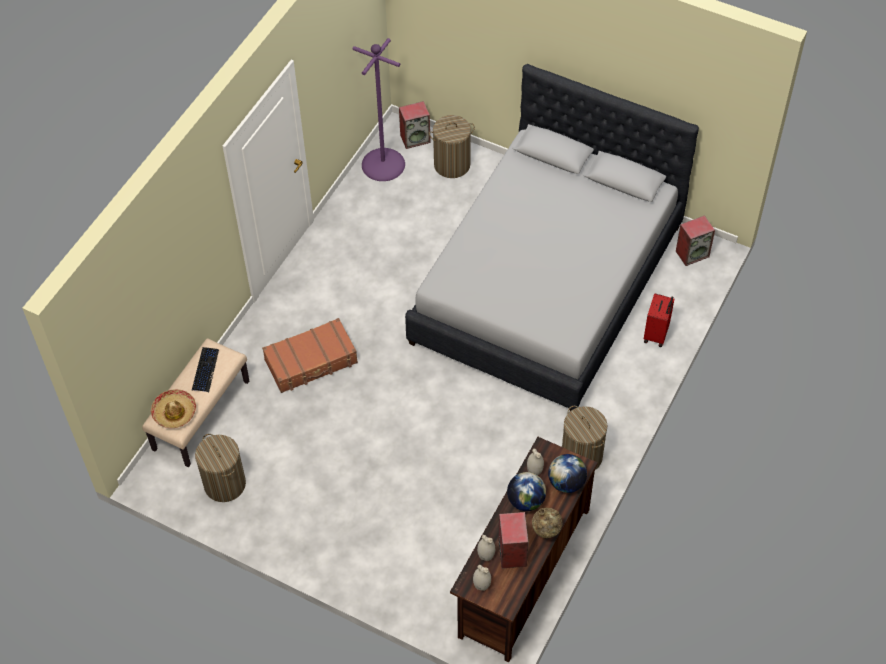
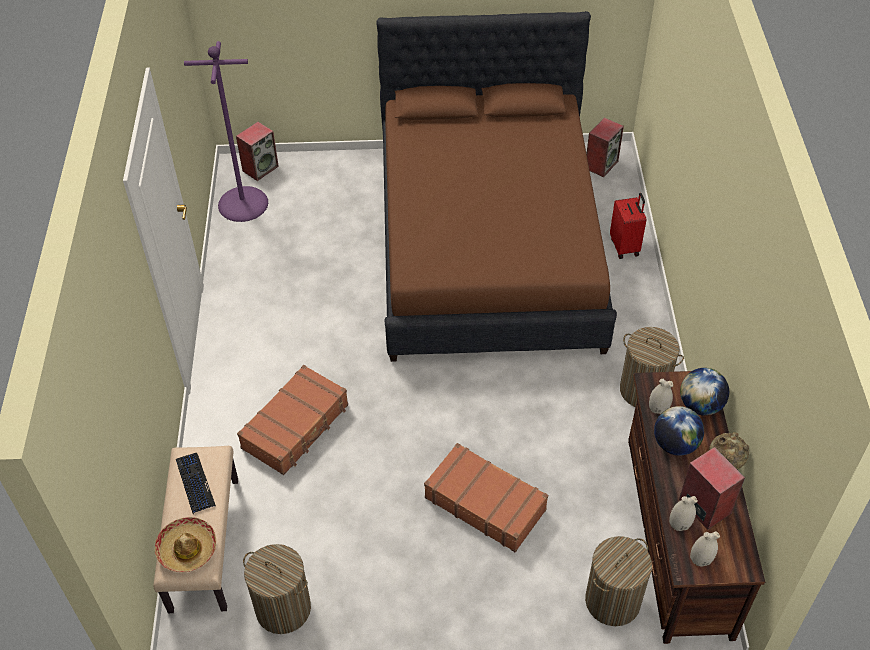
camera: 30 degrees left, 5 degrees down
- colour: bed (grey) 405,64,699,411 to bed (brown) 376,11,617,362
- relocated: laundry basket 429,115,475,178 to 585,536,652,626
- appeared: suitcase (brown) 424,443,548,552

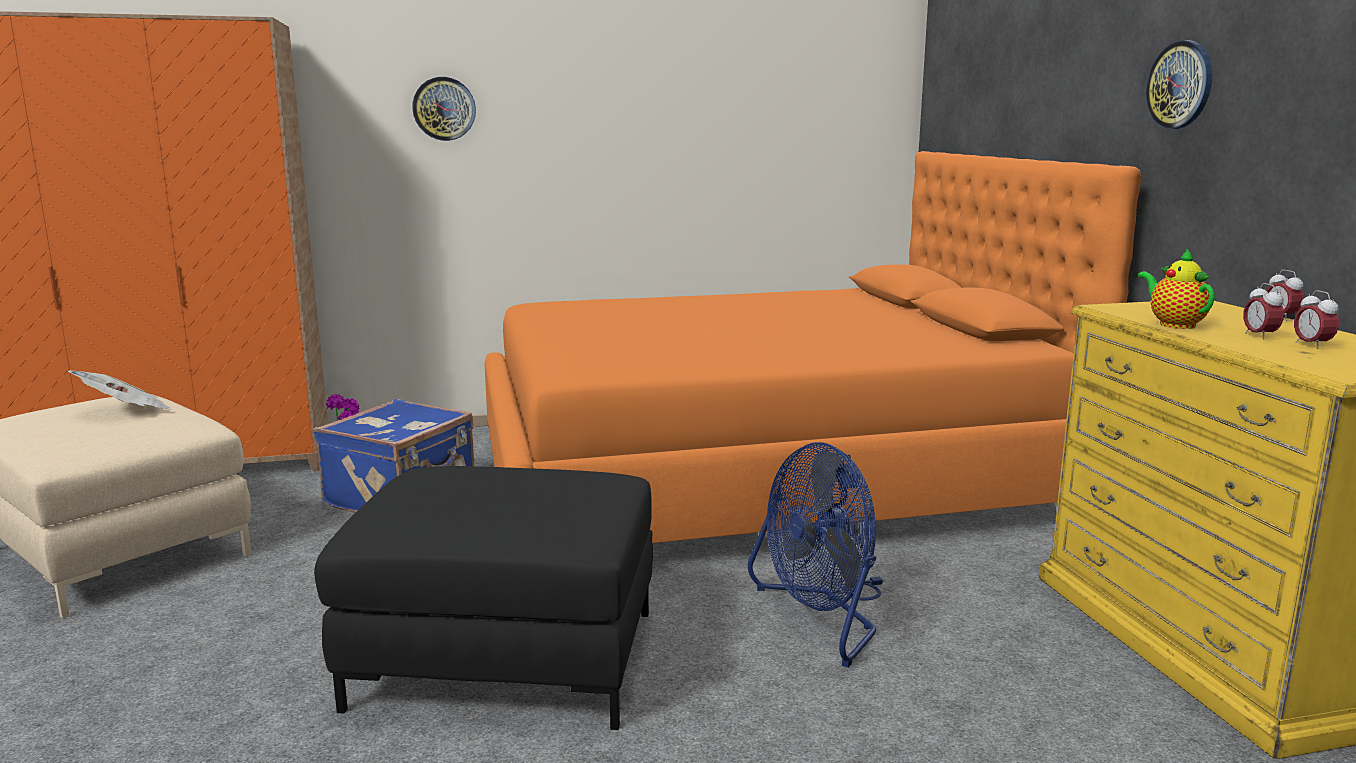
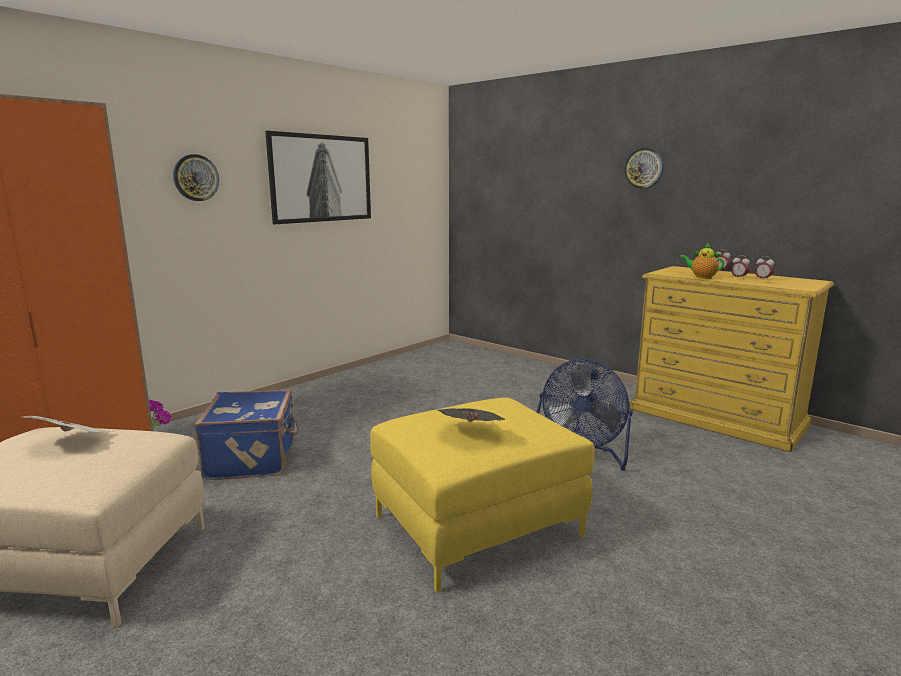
camera: 35 degrees left, 0 degrees up
- colour: ottoman (black) 314,466,653,730 to ottoman (yellow) 370,398,595,593
- missing: bed (orange) 484,151,1141,543
- appeared: picture 265,131,371,224
- appeared: newspaper 435,408,505,422

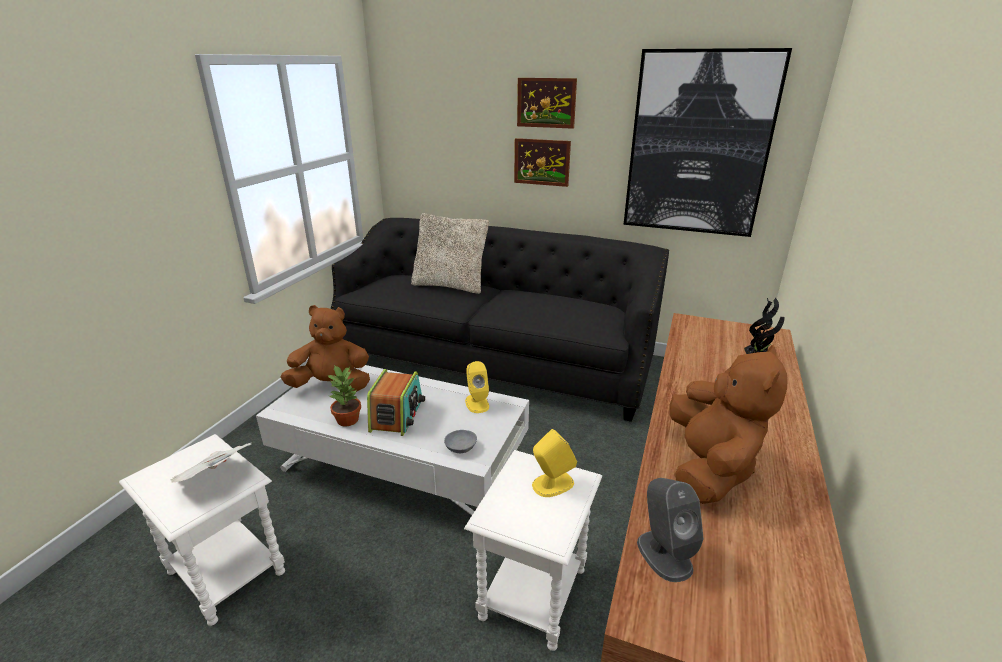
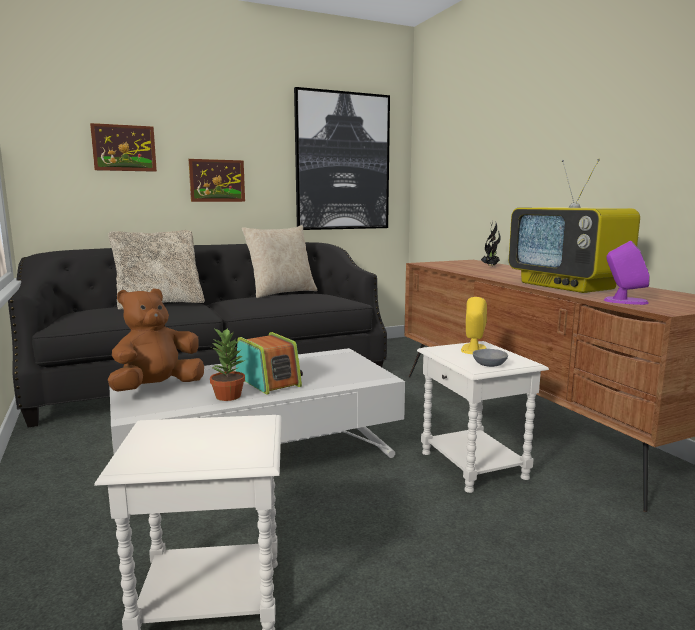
camera: 45 degrees left, 15 degrees down
- missing: newspaper 171,443,251,482
- relocated: bowl (grey) 444,430,477,453 to 473,349,508,367
- missing: speaker (yellow) 465,361,489,413
- relocated: picture 517,78,577,129 to 90,123,157,172
- colour: speaker (grey) 637,478,704,582 to speaker (purple) 604,241,650,305
- exchanged: plush toy (brown) 670,345,787,504 to television 509,159,640,293
- appeared: pillow (beige) 242,225,318,298

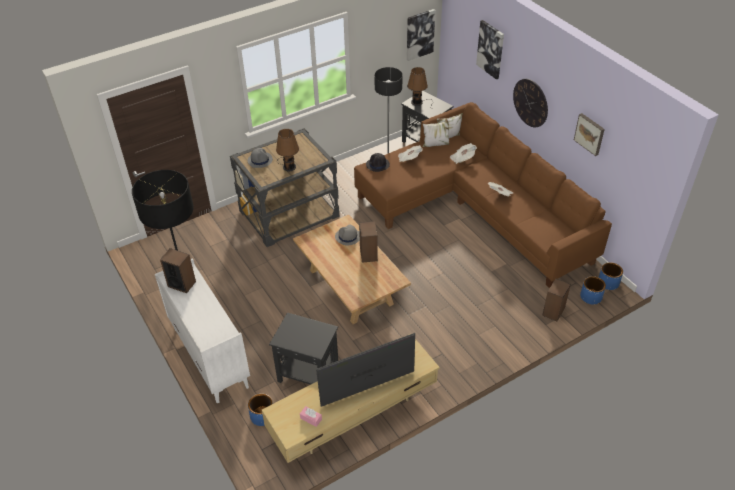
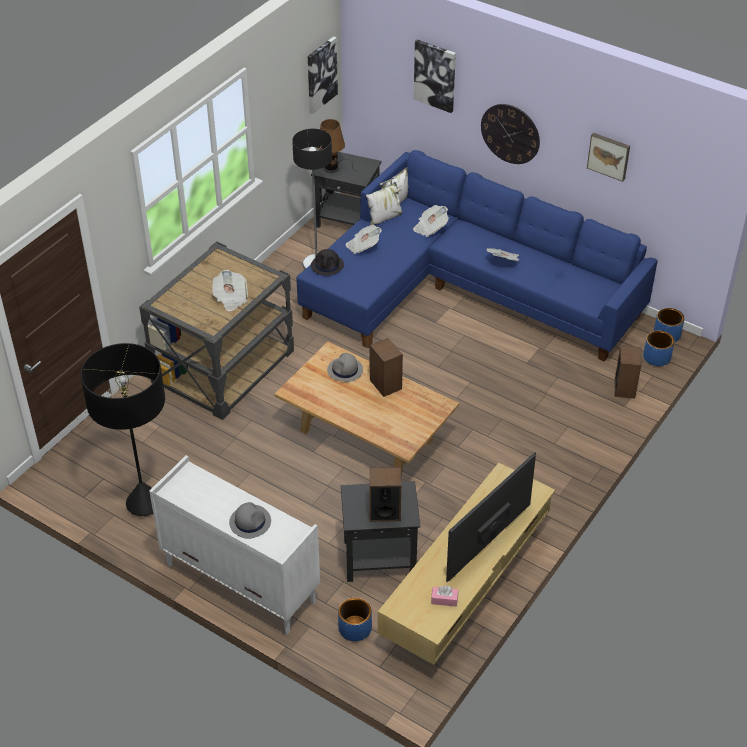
camera: 25 degrees left, 0 degrees up
- relocated: speaker 160,248,196,293 to 369,467,401,521
- relocated: hat (grey) 248,148,273,168 to 229,502,271,539
- exchanged: table lamp (brown) 276,129,299,171 to newspaper 212,270,248,312
- colour: sofa (brown) 354,102,612,288 to sofa (blue) 297,150,658,362

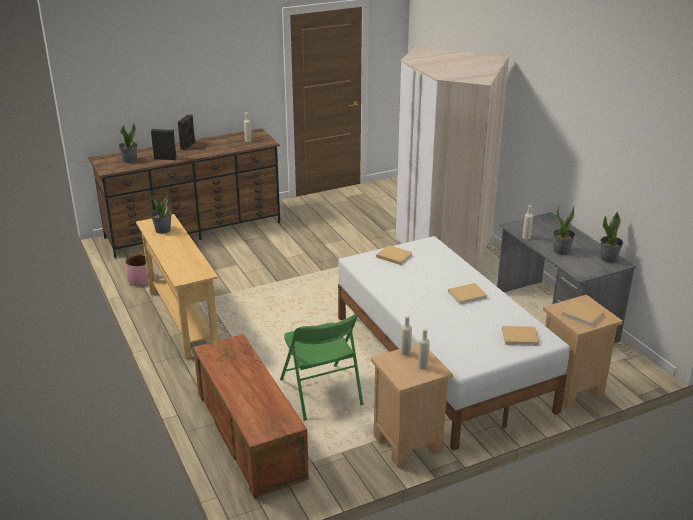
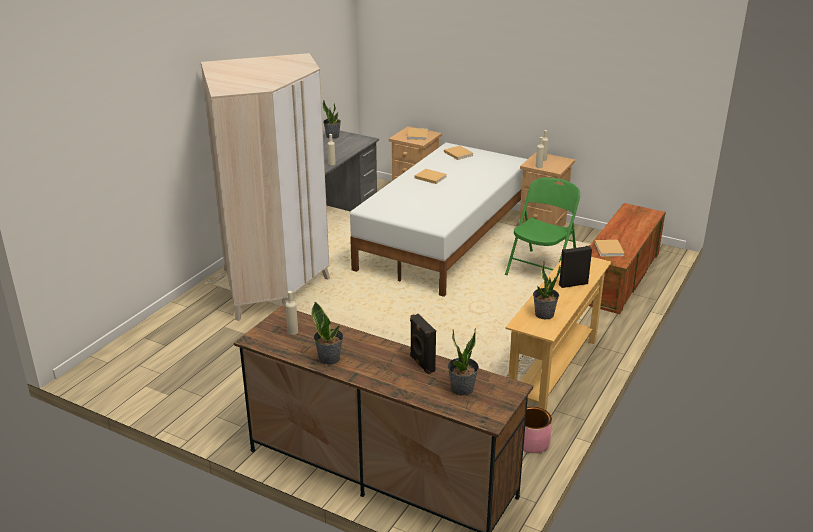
camera: 125 degrees left, 0 degrees up
- relocated: speaker (black) 178,115,195,150 to 559,246,592,288
- relocated: book (beige) 376,245,413,265 to 595,240,625,257
- relocated: potted plant 553,206,575,255 to 312,302,343,365

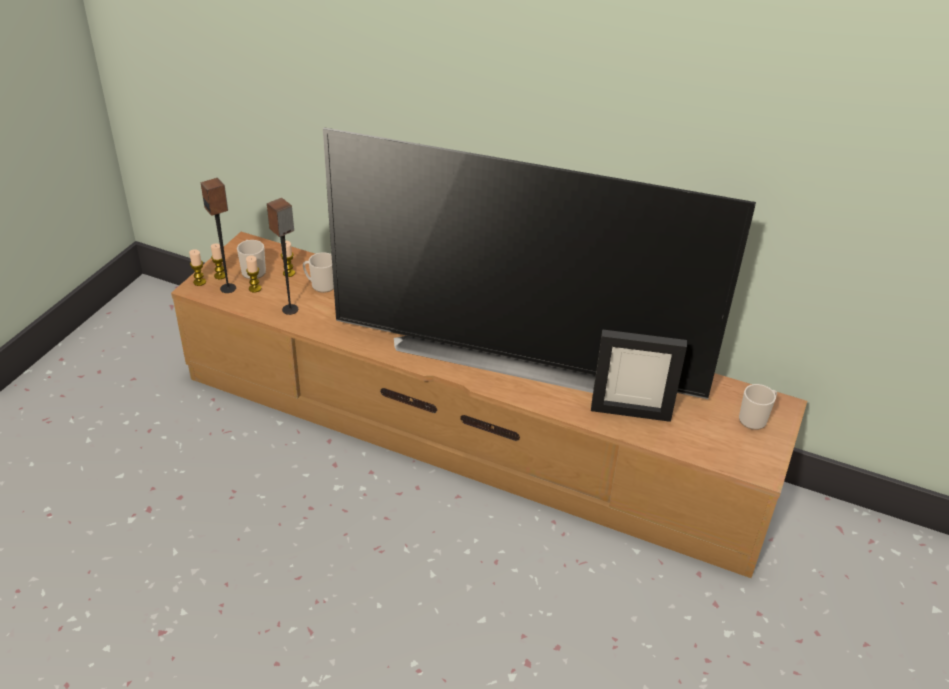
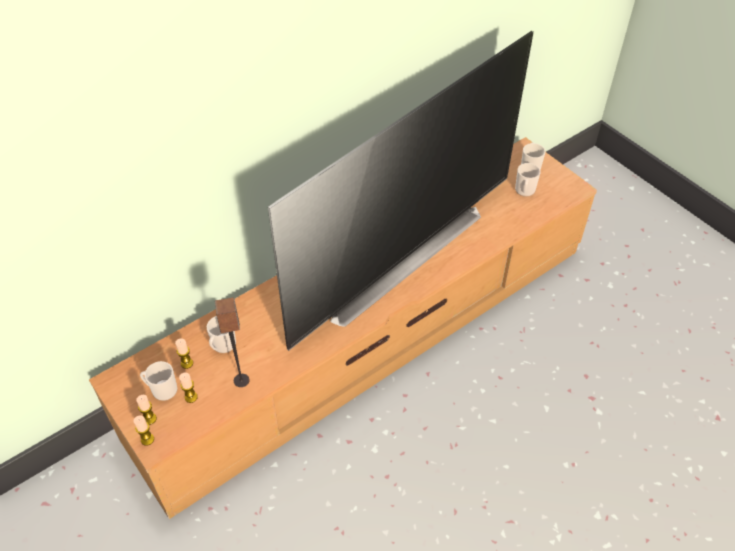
camera: 60 degrees left, 10 degrees up
- missing: speaker 201,178,236,293
- missing: picture frame 591,329,687,422
- appeared: mug 515,163,541,197

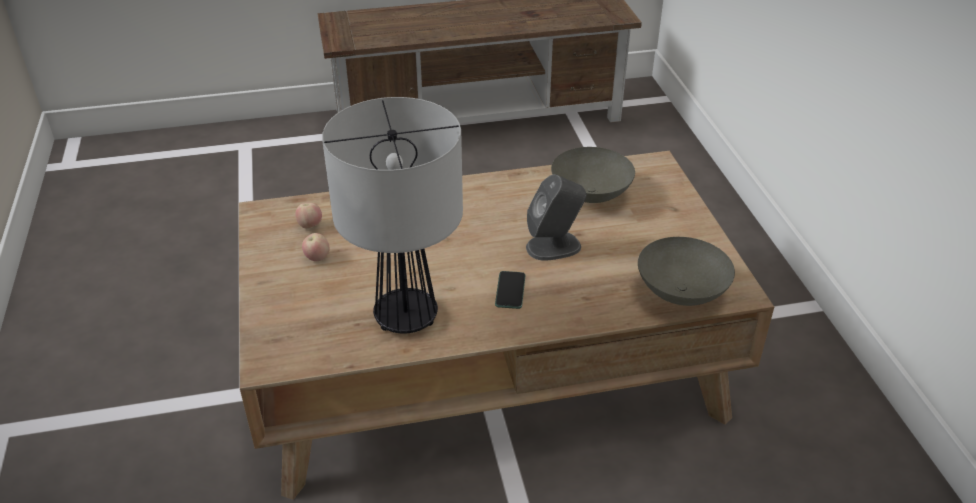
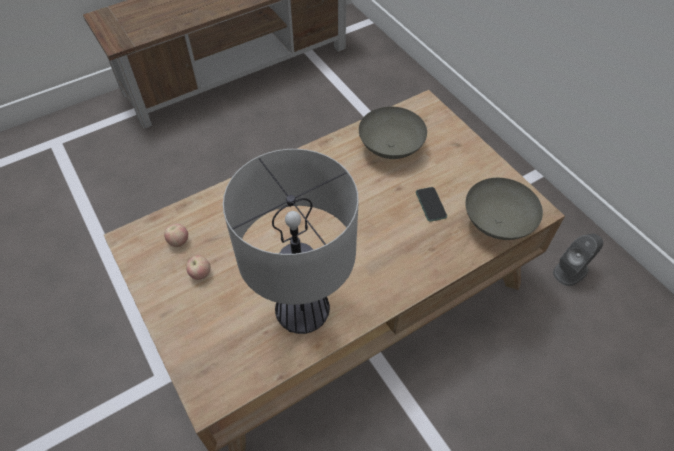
camera: 20 degrees left, 15 degrees up
- relocated: phone 495,271,525,309 to 416,187,447,222
- relocated: speaker (grey) 526,174,586,260 to 553,233,603,286

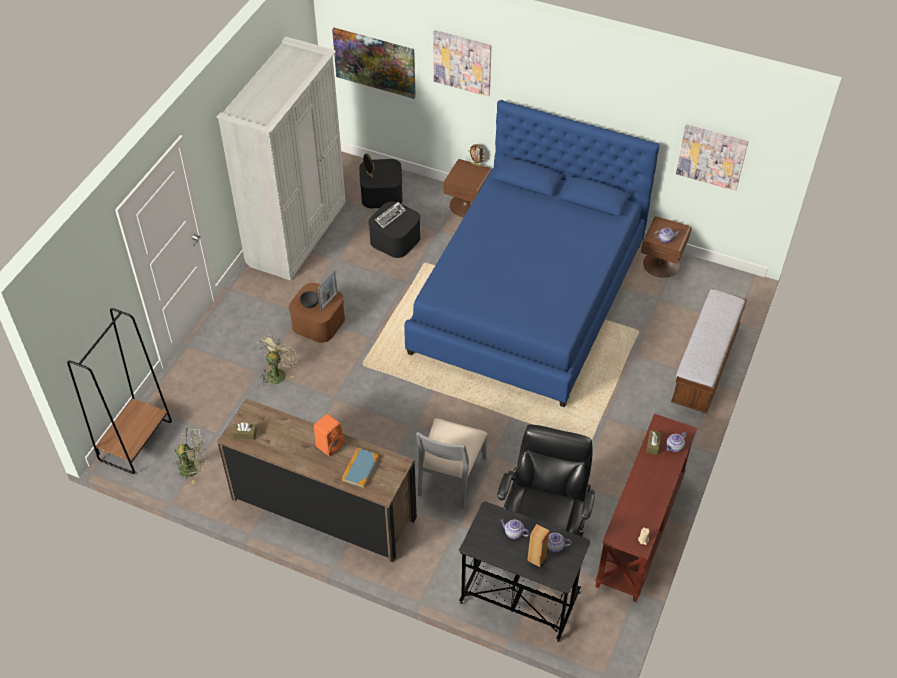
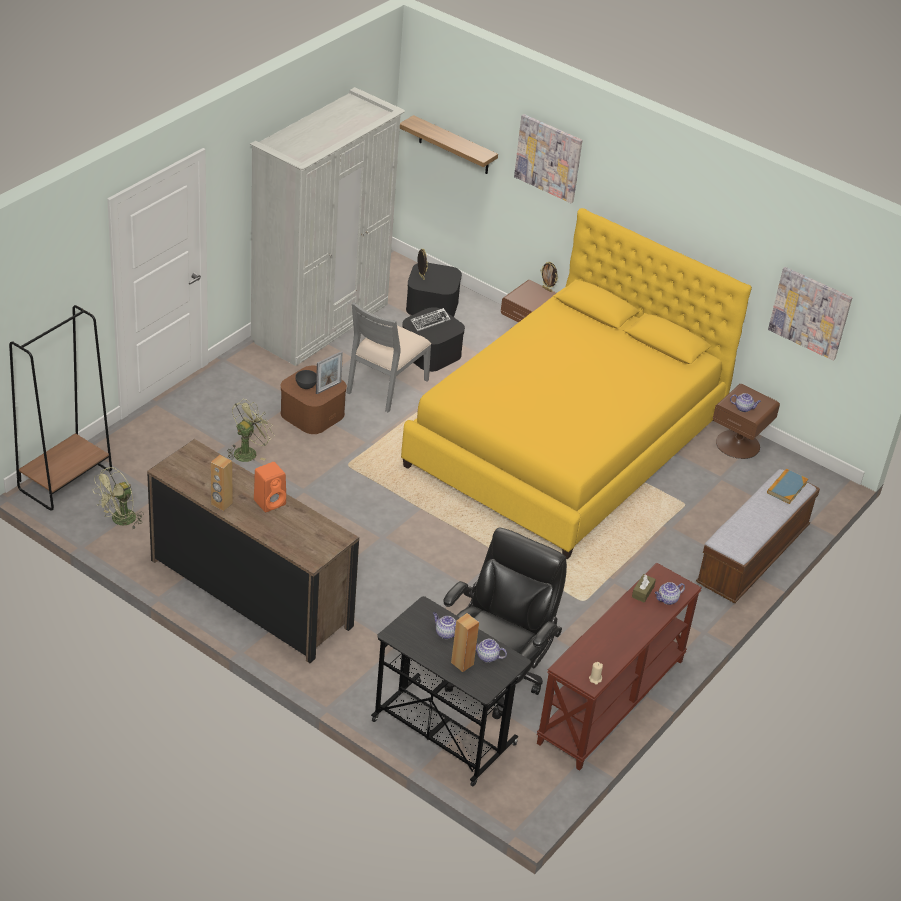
camera: 10 degrees right, 10 degrees down
- spun: fan (green) 173,428,206,484 = 93,467,144,530 120 degrees clockwise
- missing: tissue box (brown) 232,422,257,440
- exchanged: picture 332,28,416,99 to shelf 400,115,498,174
- relocated: book 341,448,379,488 to 767,469,808,504
- colour: bed (blue) 404,100,659,407 to bed (yellow) 401,208,752,559
- relocated: chair (grey) 416,418,487,509 to 347,302,431,412
- appeared: speaker (brown) 211,455,233,511

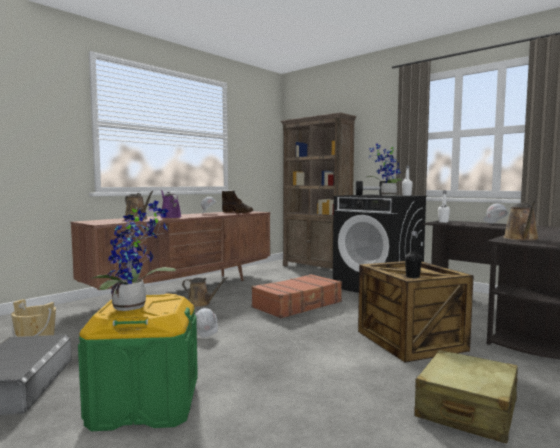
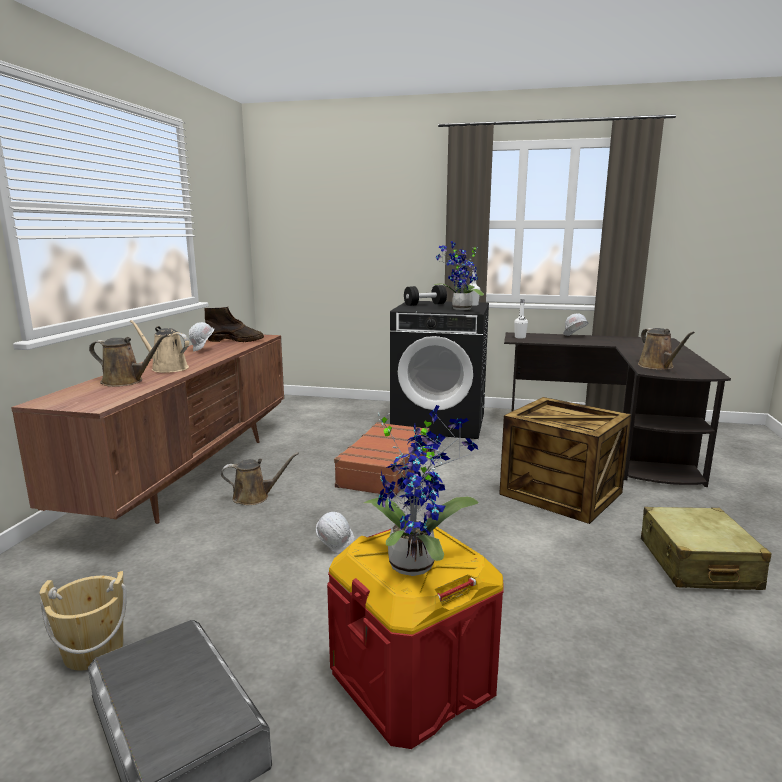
camera: 30 degrees left, 10 degrees up
- colour: storage box (green) 78,293,198,431 to storage box (red) 327,527,504,749
- colour: watering can (purple) 160,190,181,218 to watering can (beige) 130,320,189,373
- missing: bookcase (brown) 281,112,356,269
- missing: bottle (black) 405,231,422,278

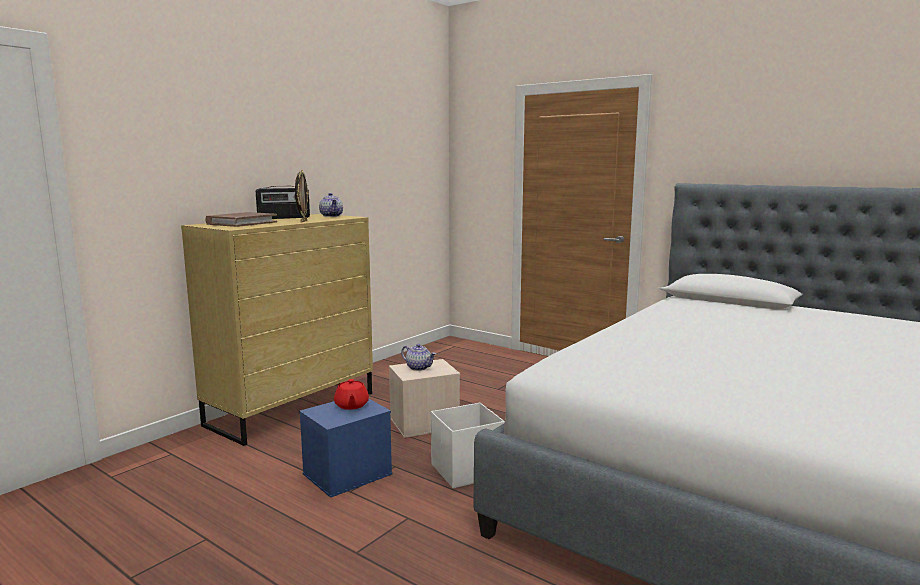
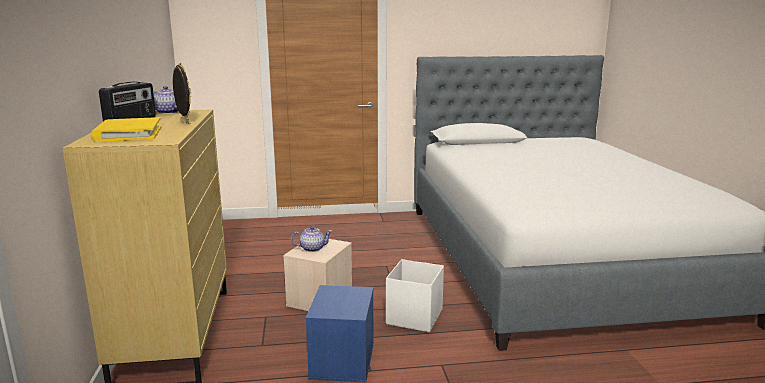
camera: 45 degrees left, 5 degrees up
- colour: book (brown) 205,212,277,227 to book (yellow) 91,117,161,142
- missing: teapot (red) 334,379,369,410

